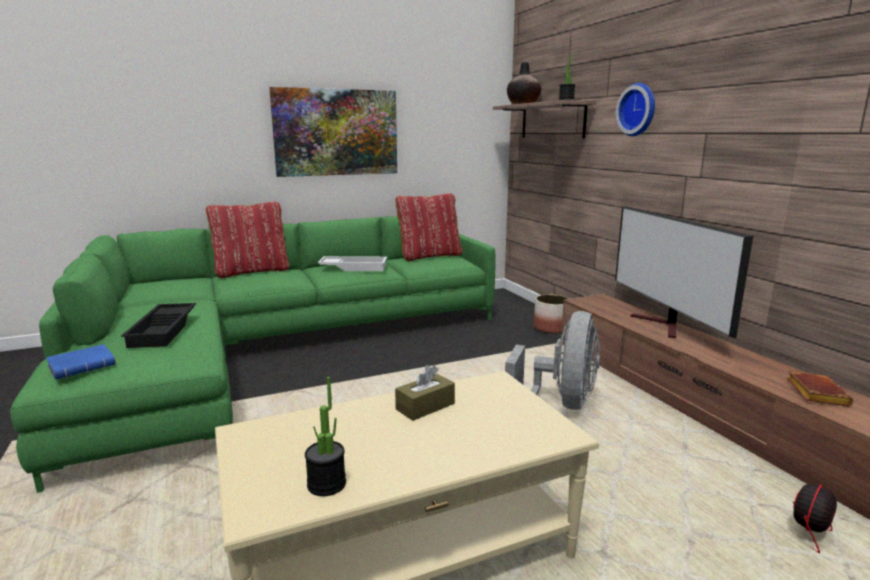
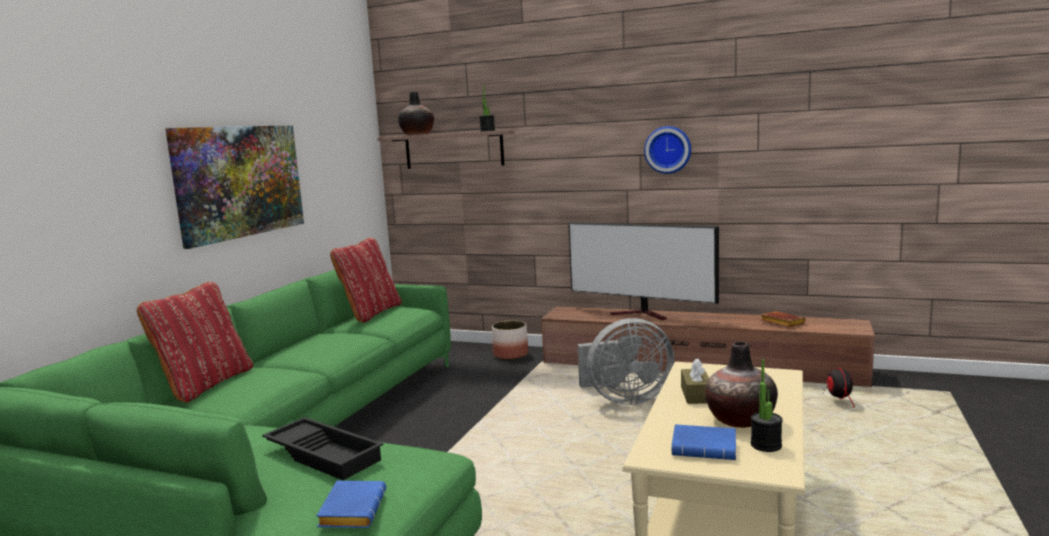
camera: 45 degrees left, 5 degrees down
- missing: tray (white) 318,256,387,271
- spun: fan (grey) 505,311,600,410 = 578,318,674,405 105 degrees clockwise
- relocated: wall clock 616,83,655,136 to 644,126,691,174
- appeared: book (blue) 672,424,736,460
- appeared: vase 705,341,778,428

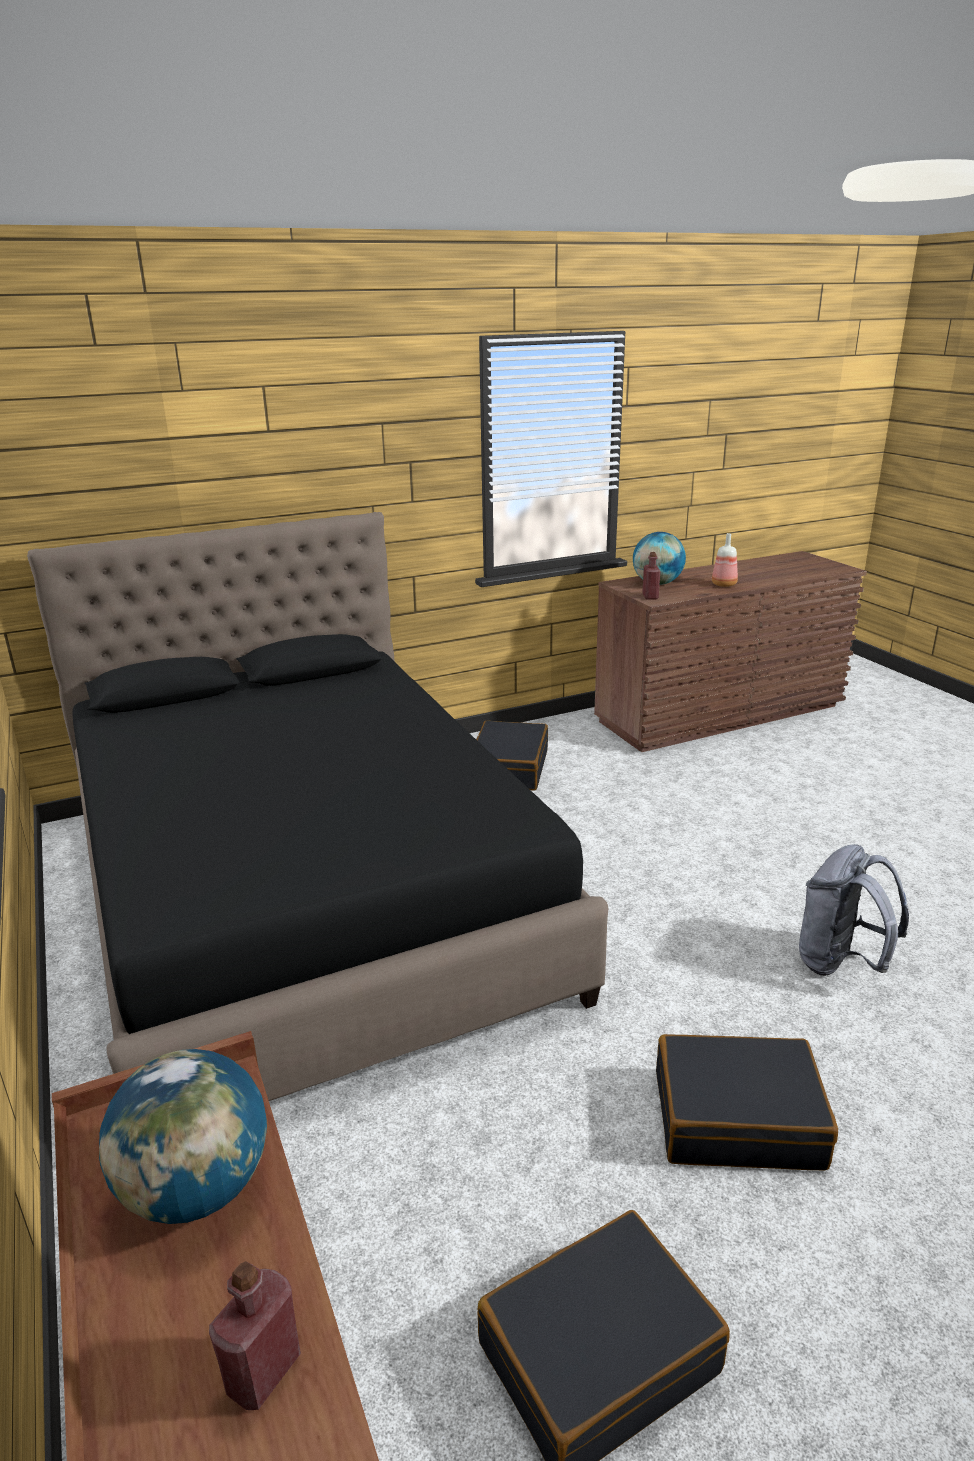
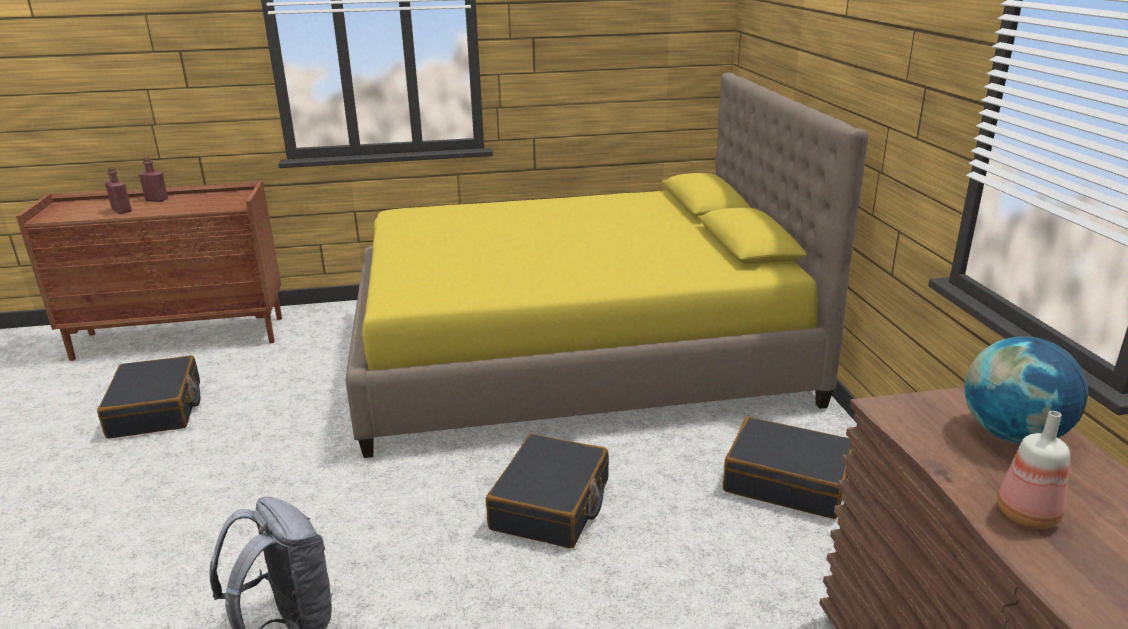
camera: 105 degrees right, 0 degrees up
- colour: bed (black) 27,512,609,1101 to bed (yellow) 346,72,868,458
- missing: globe 99,1049,267,1224
- relocated: bottle (red) 642,552,660,600 to 139,157,168,202
- relocated: suitcase (black) 656,1034,838,1170 to 486,434,609,549

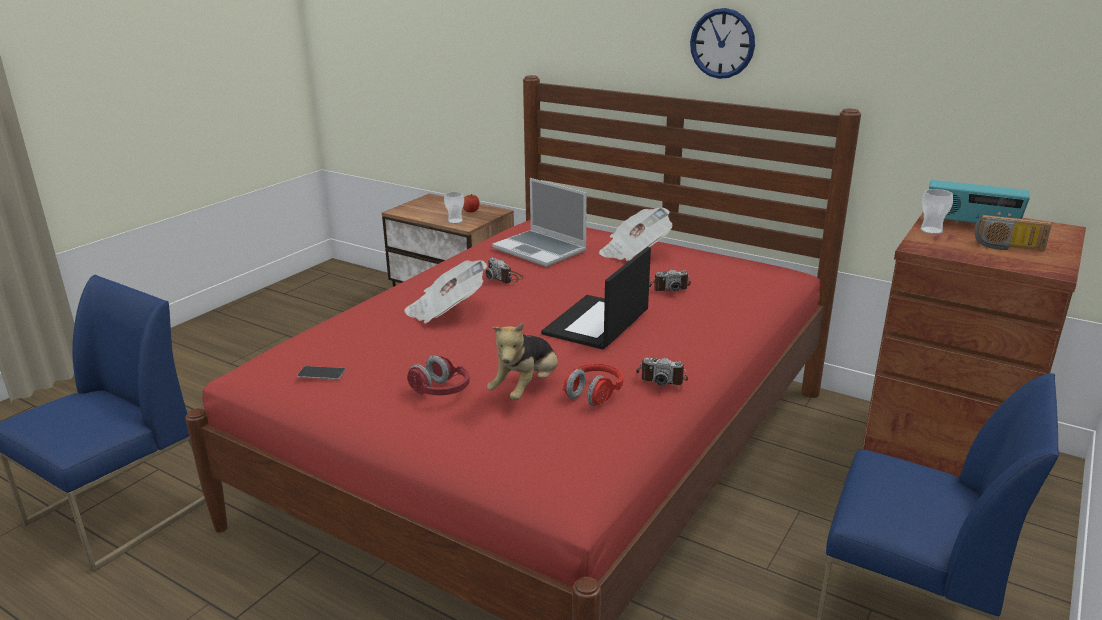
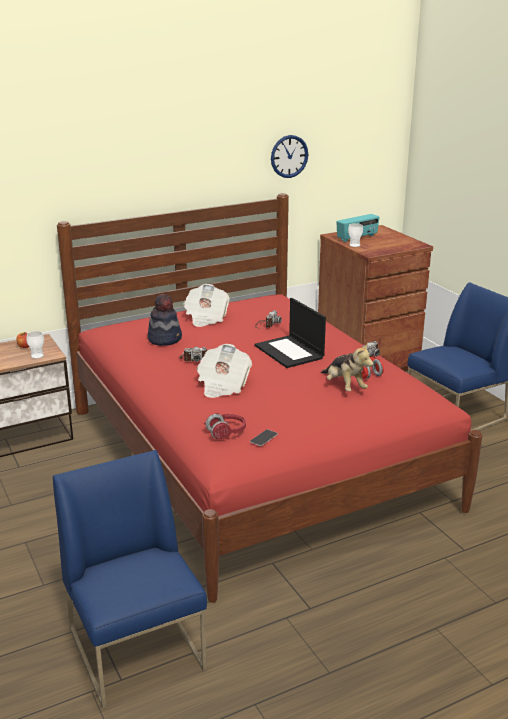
camera: 60 degrees left, 0 degrees up
- relocated: headphones (red) 407,355,470,395 to 204,413,246,439
- exchanged: laptop 492,178,587,267 to hat 147,294,182,346
- relocated: wall clock 690,8,755,79 to 271,135,308,178
- missing: radio 974,215,1052,251

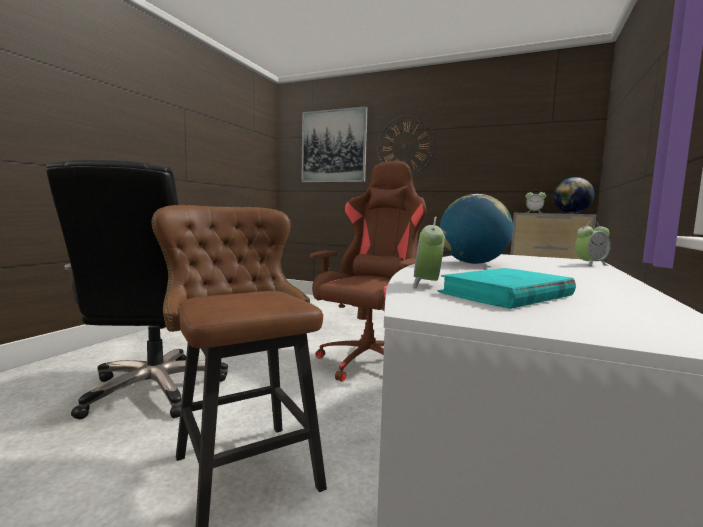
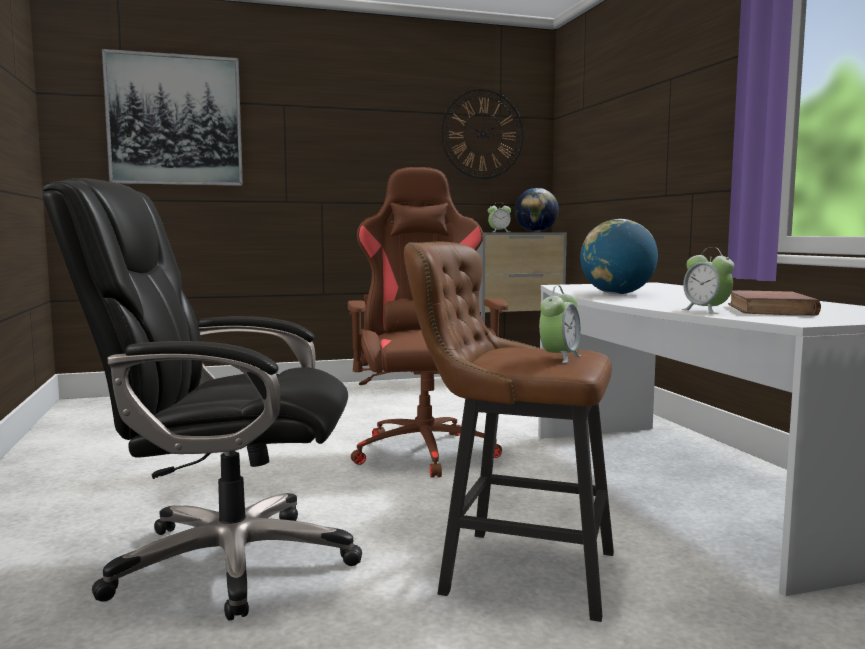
camera: 40 degrees left, 0 degrees up
- spun: office chair (black) 46,159,228,419 = 42,178,362,621 135 degrees clockwise
- relocated: wall clock 377,116,435,176 to 441,89,524,179
- colour: book (turquoise) 438,268,576,309 to book (brown) 728,290,821,315
- relocated: alarm clock 575,221,611,266 to 539,286,581,363

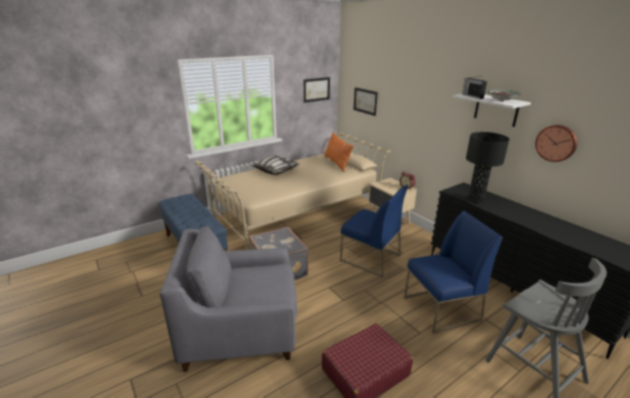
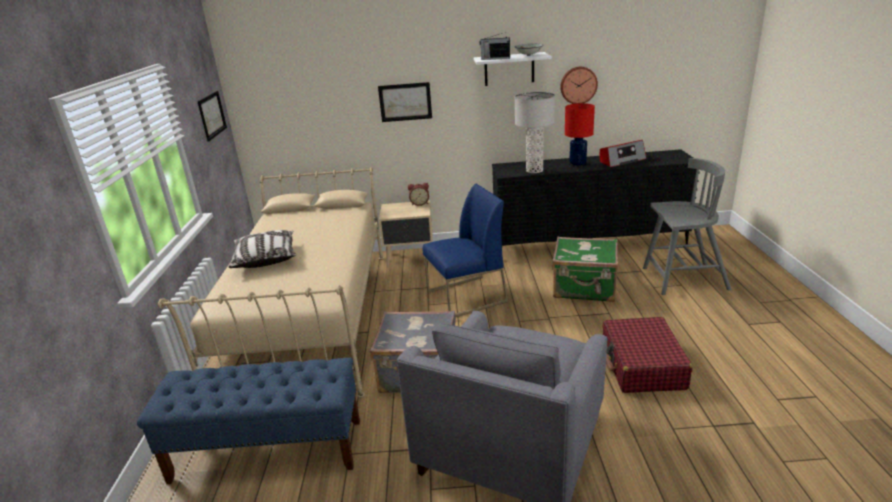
camera: 55 degrees left, 0 degrees up
- missing: pillow (orange) 324,133,354,172
- relocated: picture 354,87,378,116 to 378,82,432,122
- exchanged: chair (blue) 404,211,503,334 to suitcase (green) 552,237,618,302
- colour: table lamp (black) 466,132,509,203 to table lamp (white) 515,92,555,173
- appeared: table lamp (red) 565,103,595,165
- appeared: radio 599,140,647,167

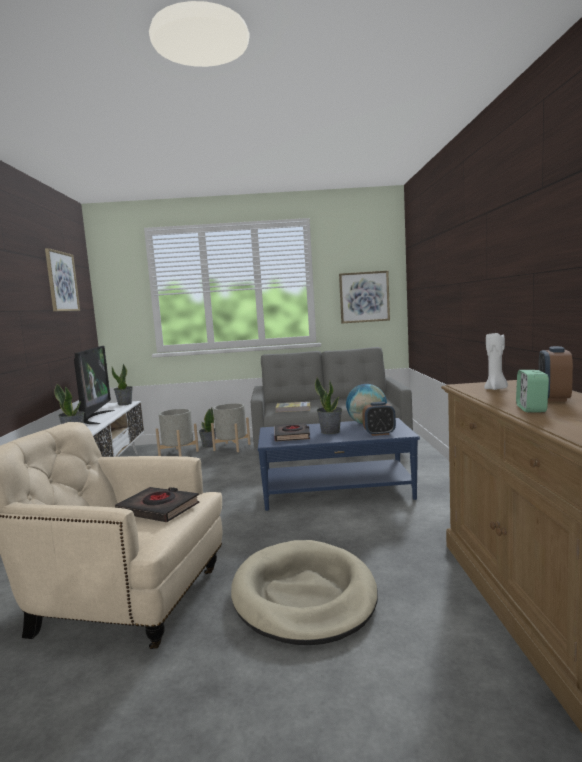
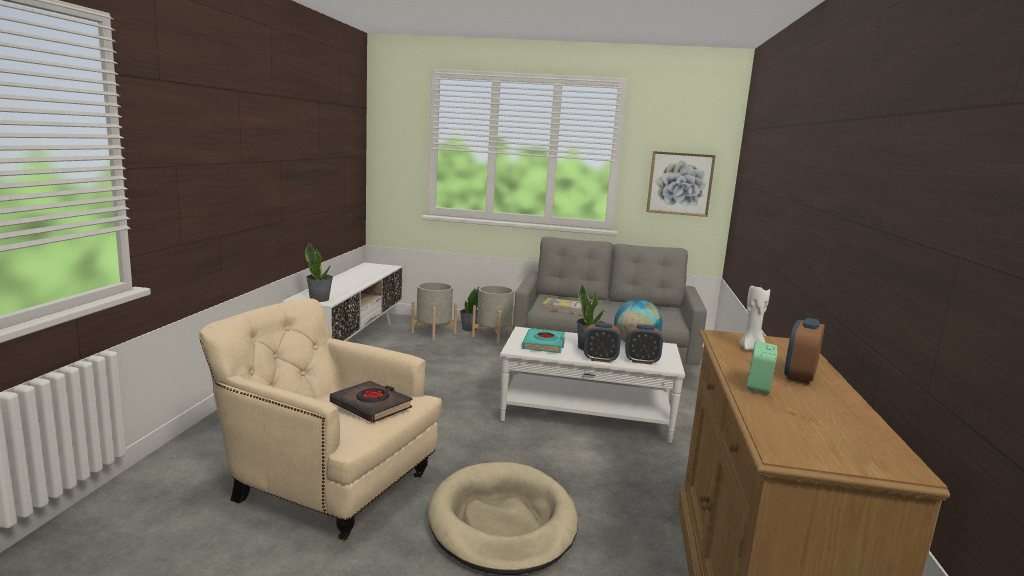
camera: 10 degrees right, 5 degrees up
- missing: picture 45,248,80,312
- missing: television 74,346,115,424
- missing: potted plant 111,363,133,406
- colour: coffee table (blue) 258,418,420,511 to coffee table (white) 500,327,685,444
- colour: book (black) 274,423,310,441 to book (turquoise) 522,328,565,353
- appeared: alarm clock 584,323,621,363

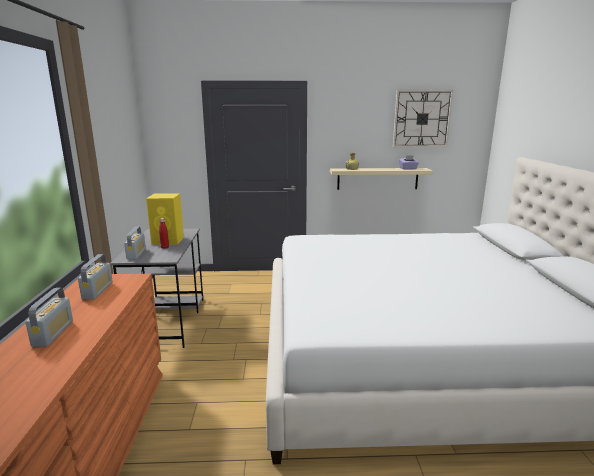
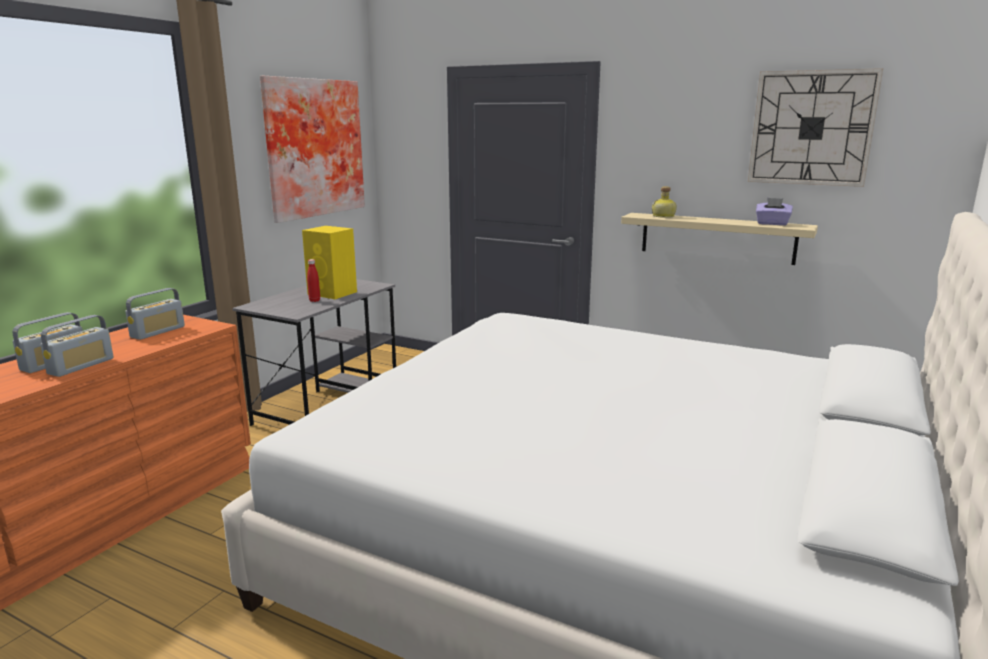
camera: 30 degrees right, 0 degrees up
- relocated: radio 124,227,146,260 to 40,315,114,377
- appeared: picture 260,76,365,223

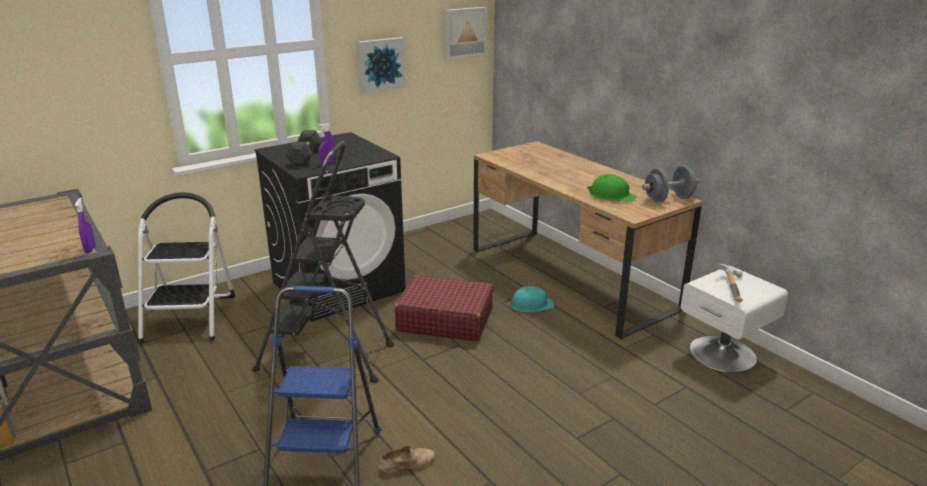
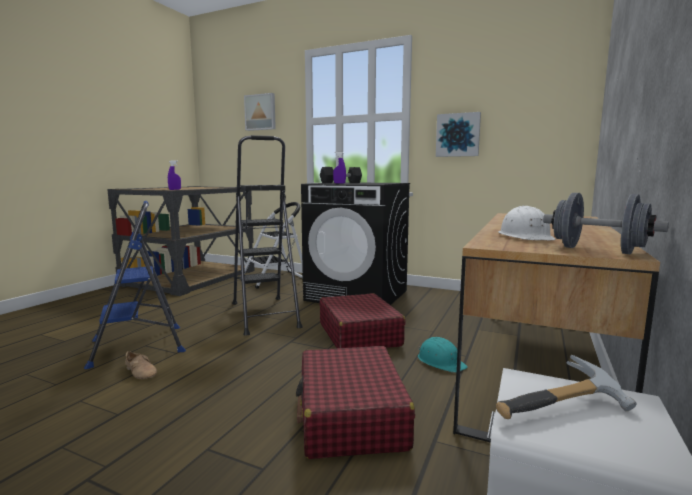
camera: 60 degrees right, 15 degrees down
- relocated: picture 445,7,487,59 to 244,93,276,131
- colour: hard hat (green) 587,174,637,202 to hard hat (white) 498,206,556,240
- appeared: suitcase (red) 296,346,415,459

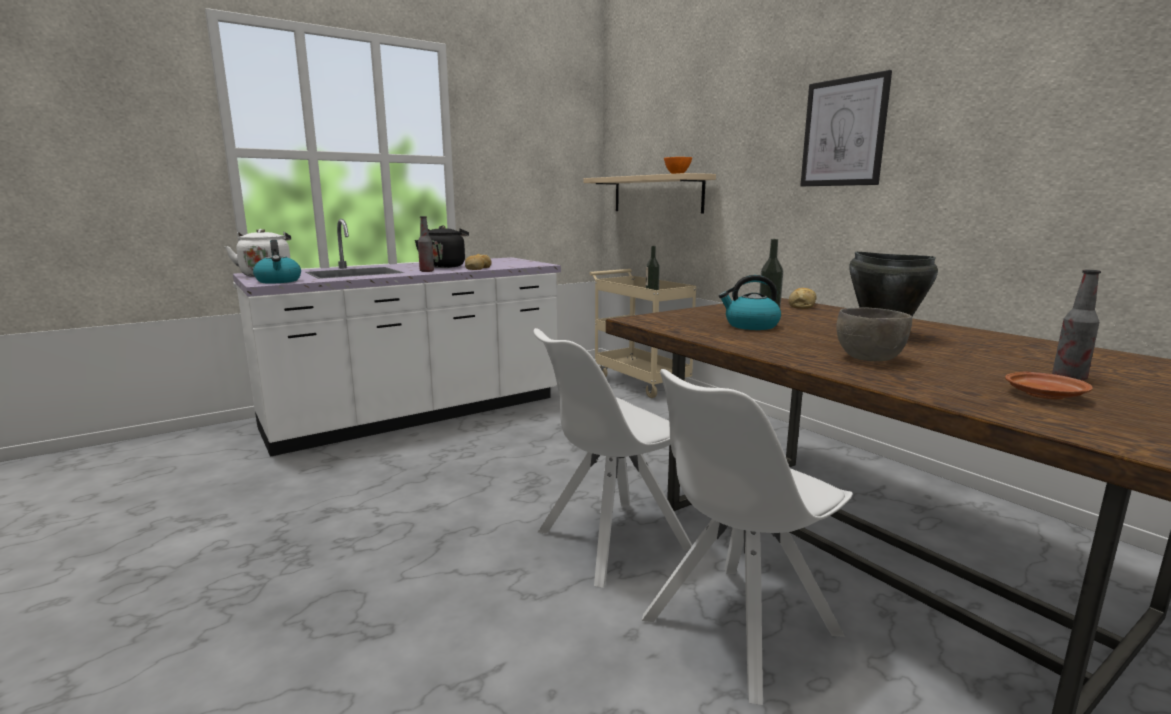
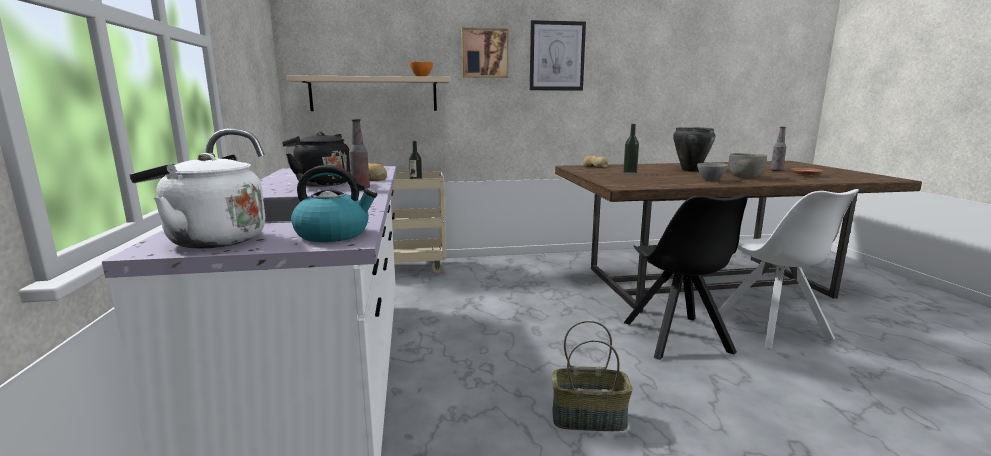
camera: 65 degrees left, 0 degrees up
- colour: chair (white) 534,328,692,588 to chair (black) 624,194,748,360
- missing: kettle 719,275,781,330
- appeared: picture 461,28,509,78
- appeared: basket 552,320,632,431
- appeared: bowl (grey) 697,163,728,181

